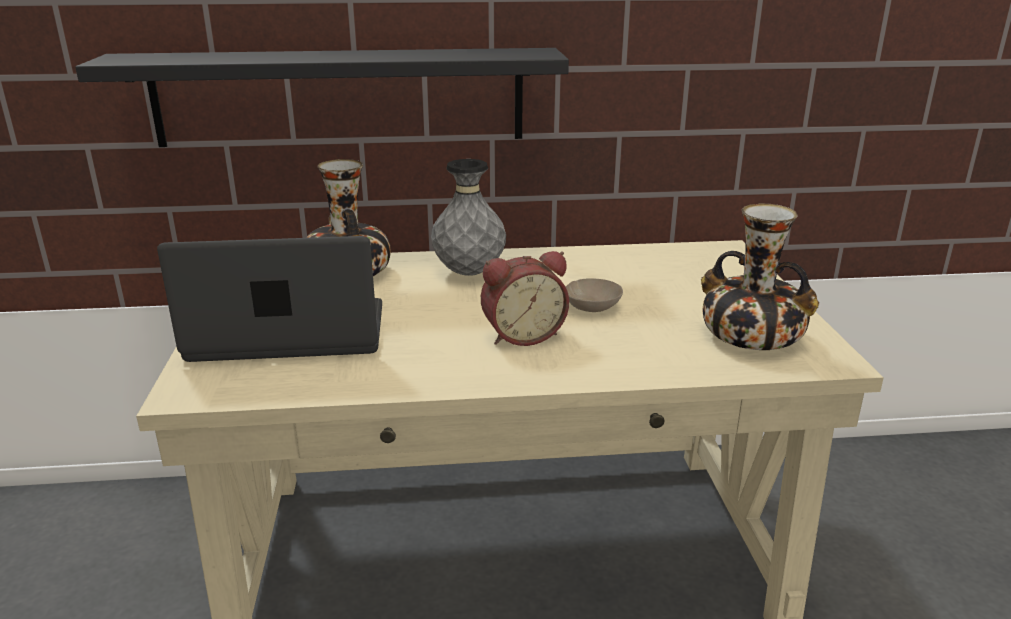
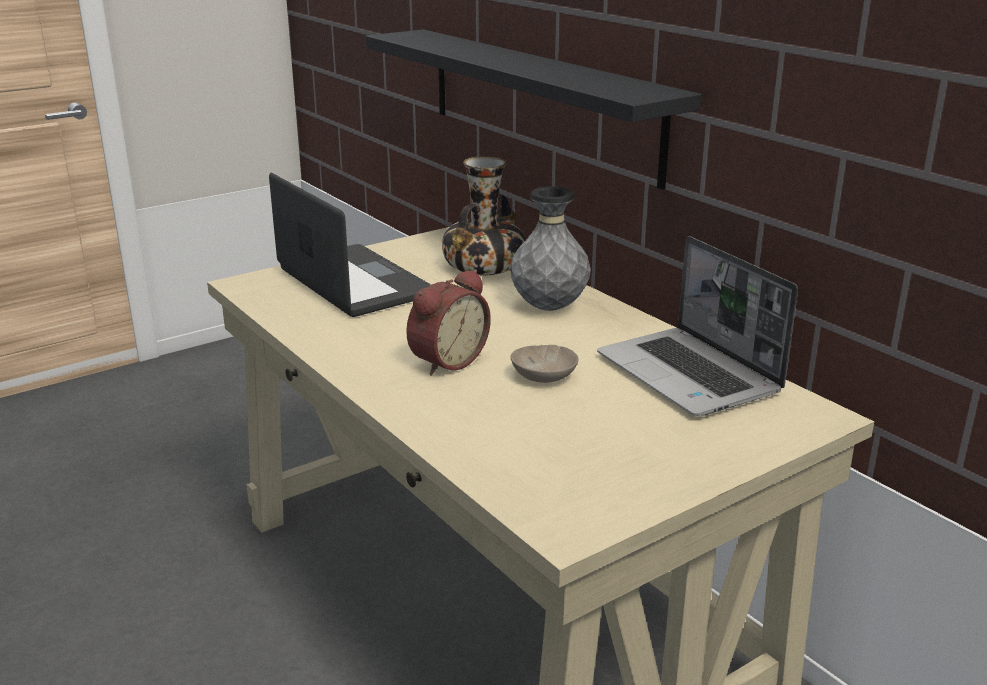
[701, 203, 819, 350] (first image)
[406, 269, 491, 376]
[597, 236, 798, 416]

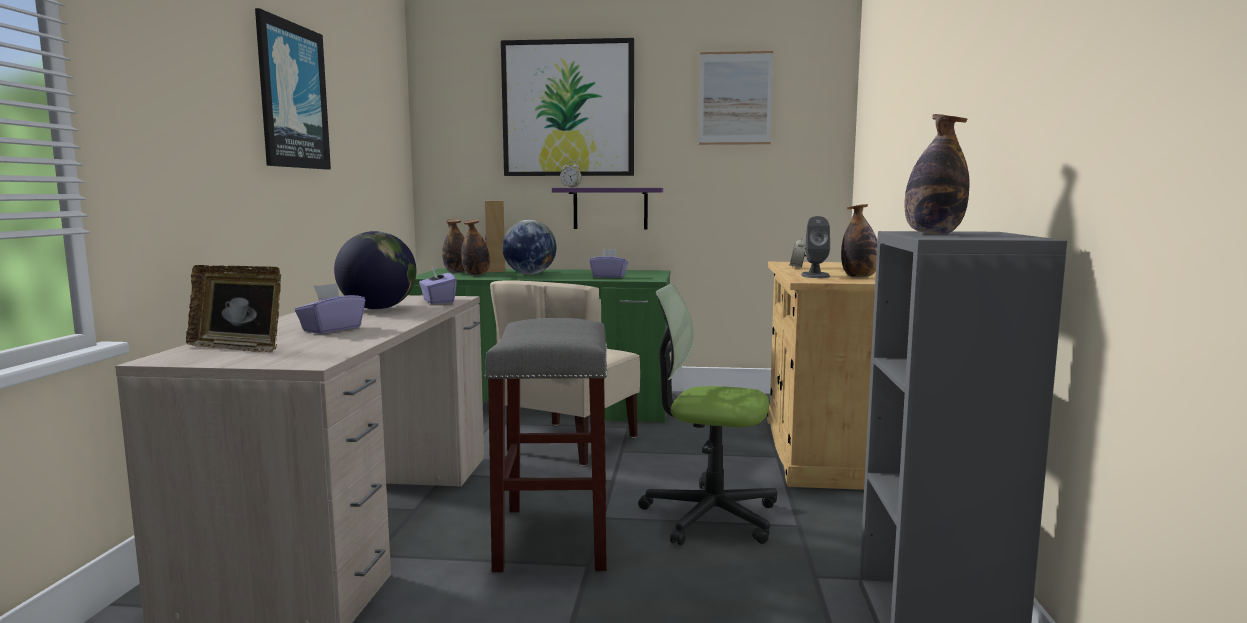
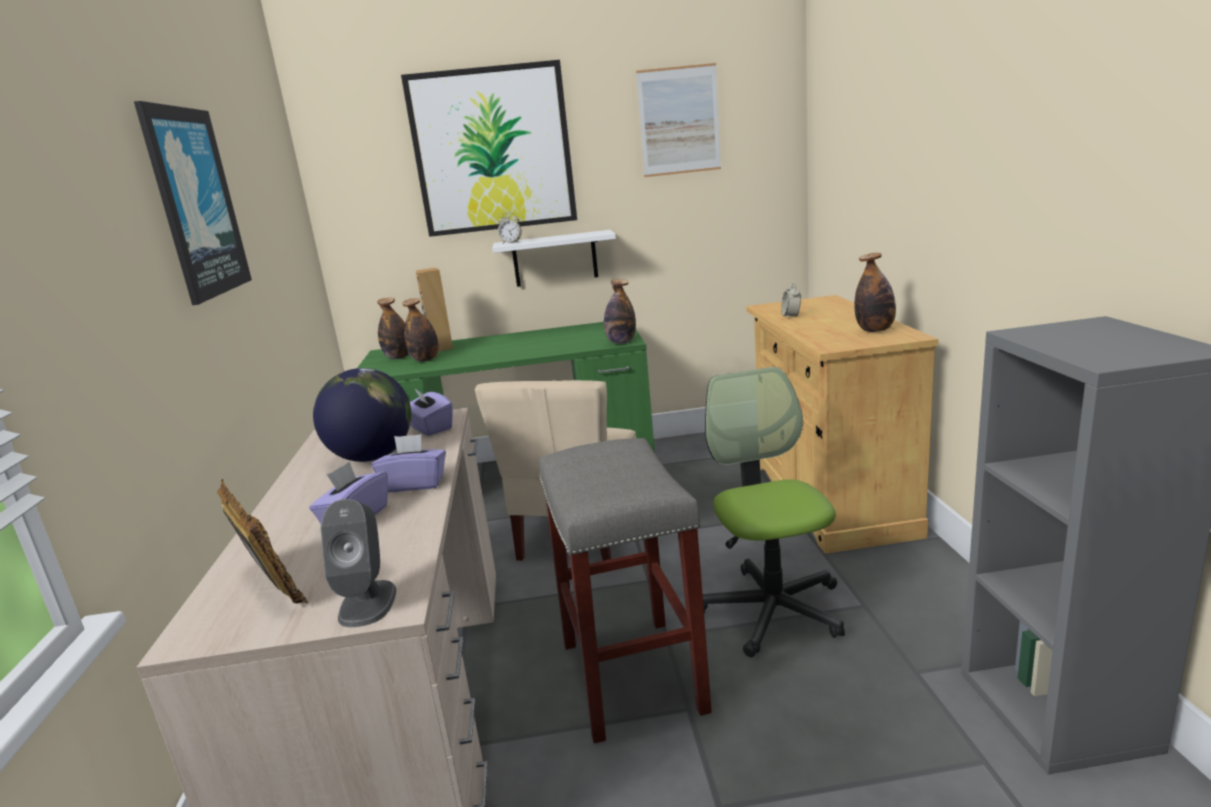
[604, 279, 636, 344]
[492, 230, 616, 287]
[321, 499, 396, 627]
[502, 220, 556, 275] (first image)
[372, 434, 446, 492]
[217, 479, 308, 604]
[703, 367, 845, 657]

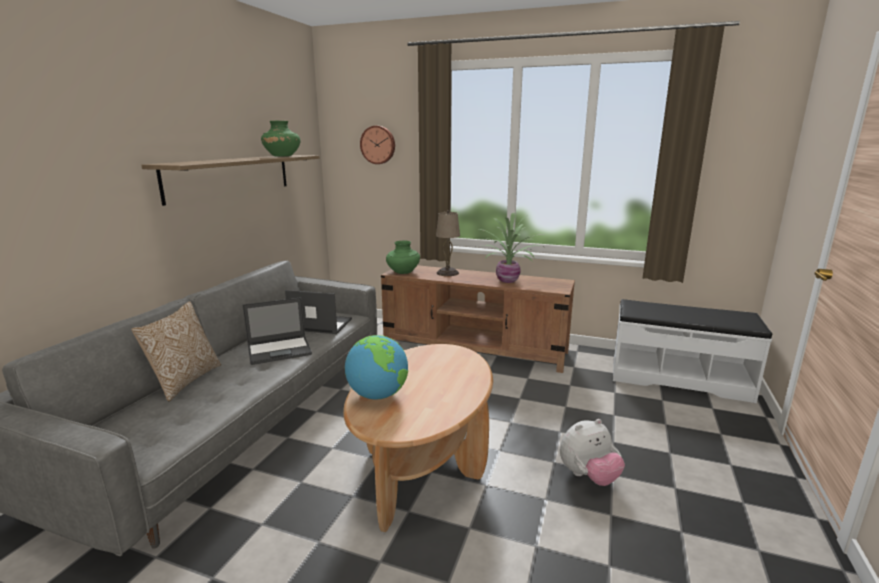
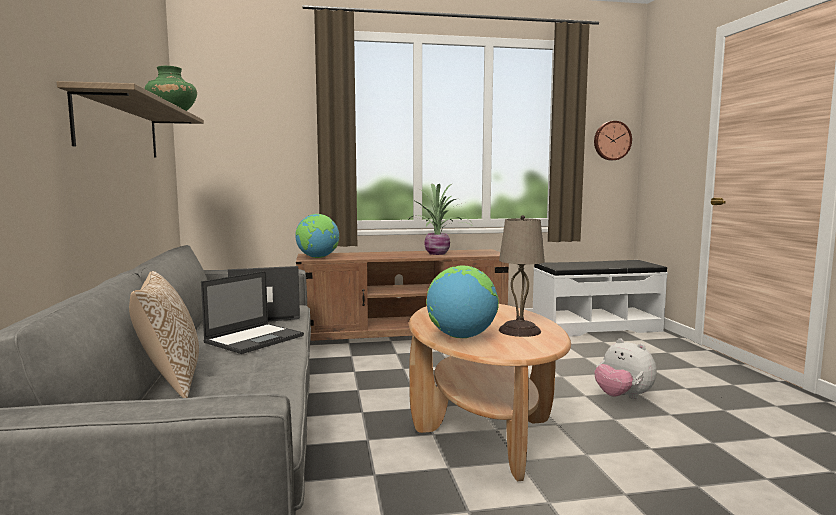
[594, 121, 632, 160]
[499, 215, 545, 337]
[295, 214, 339, 258]
[594, 338, 657, 399]

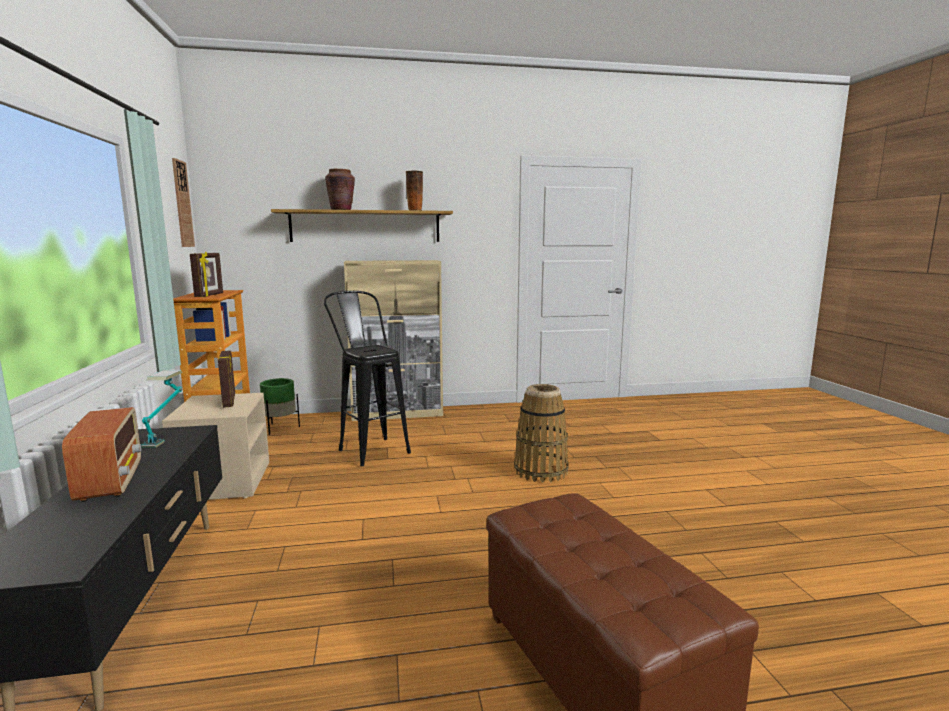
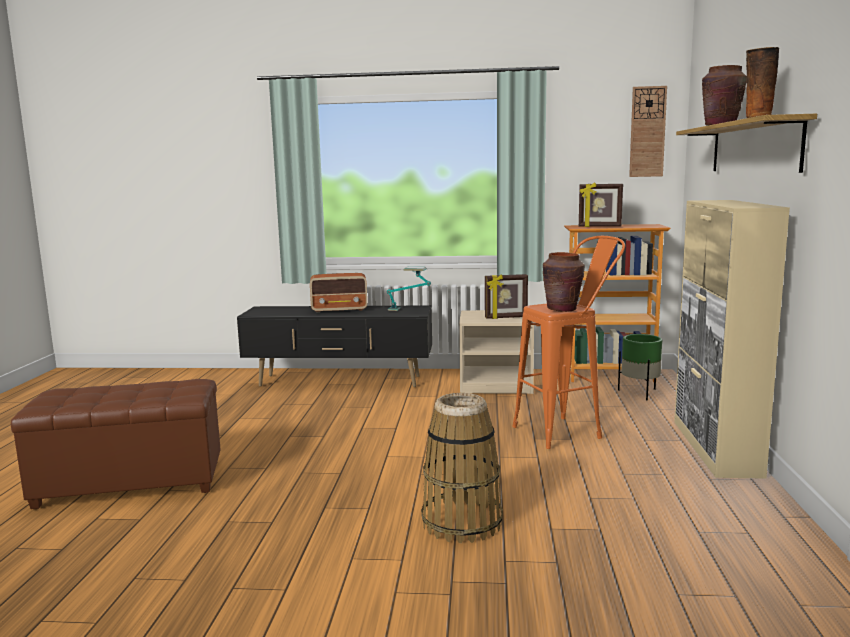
[512, 236, 625, 449]
[543, 252, 585, 312]

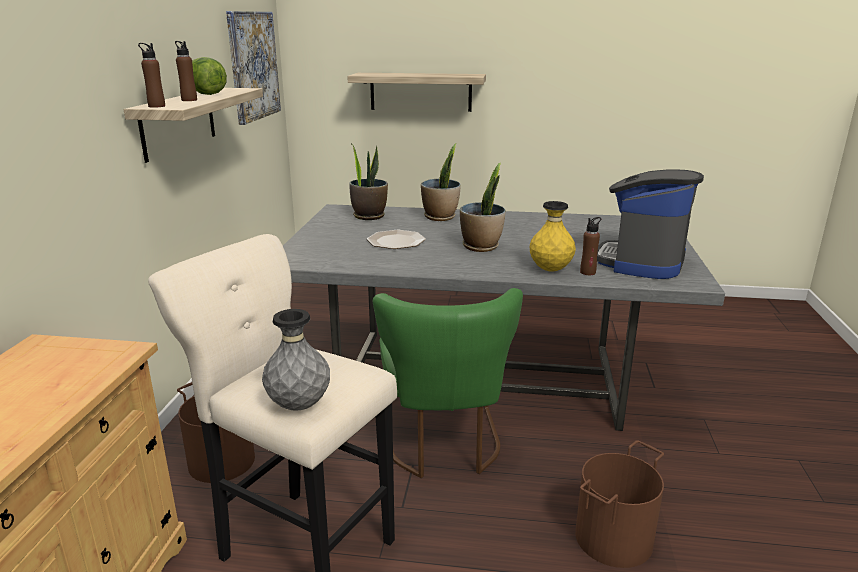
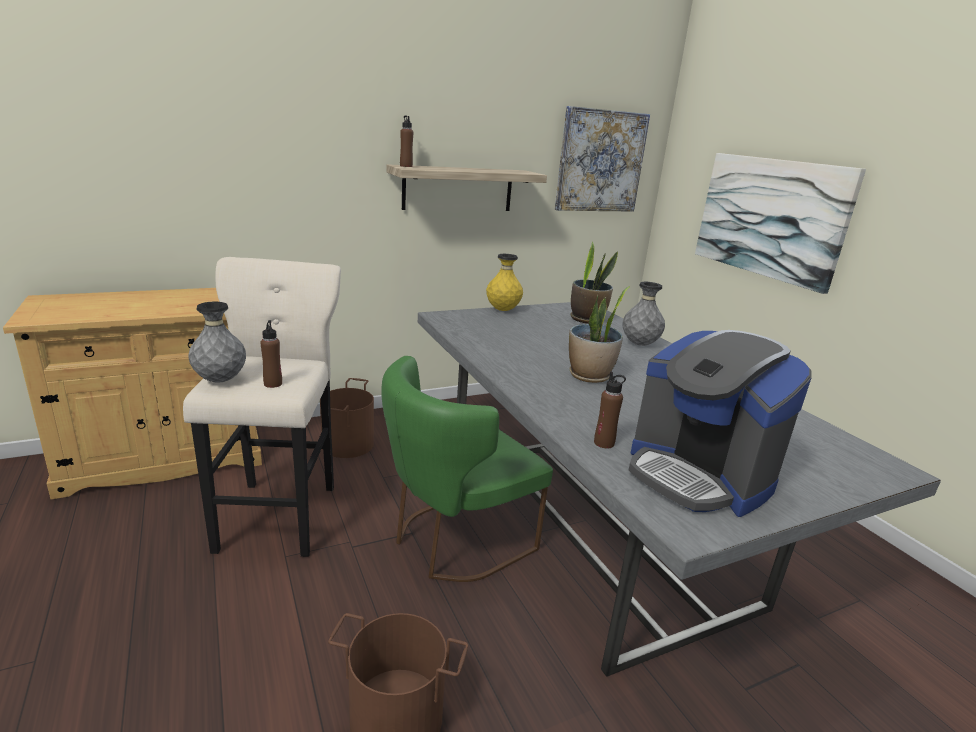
[260, 320, 282, 388]
[192, 57, 227, 95] (first image)
[695, 153, 866, 294]
[622, 282, 665, 346]
[629, 330, 812, 517]
[486, 254, 523, 311]
[367, 230, 426, 249] (first image)

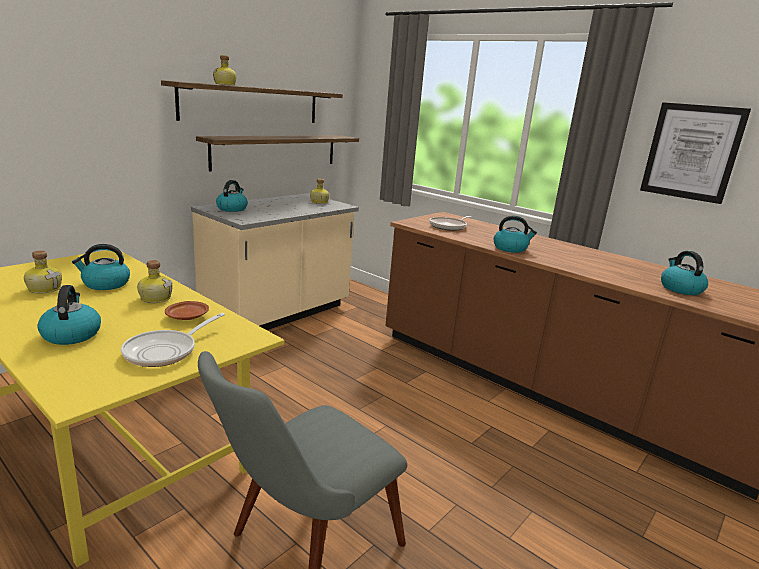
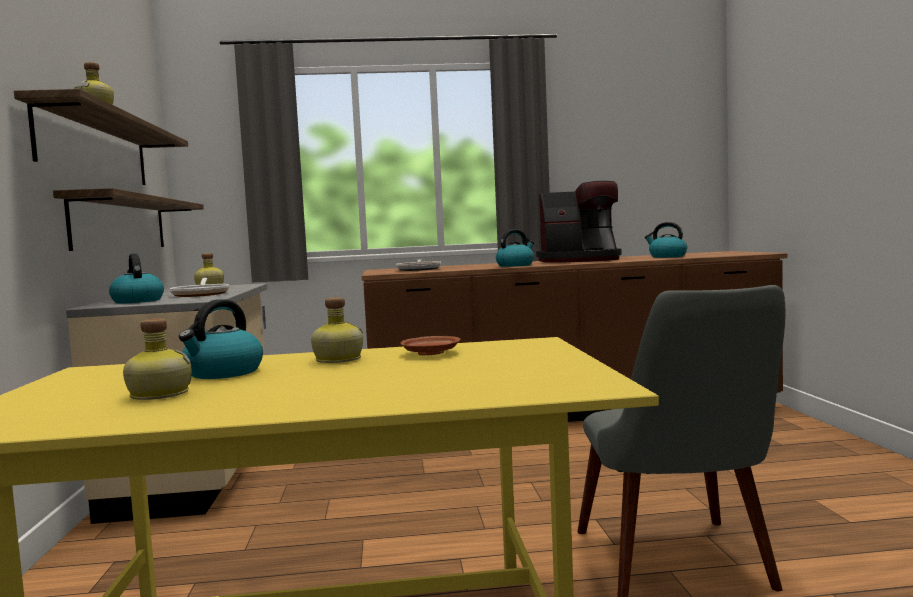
[640, 102, 751, 204] (first image)
[37, 285, 101, 345] (first image)
[170, 278, 229, 297]
[536, 181, 622, 263]

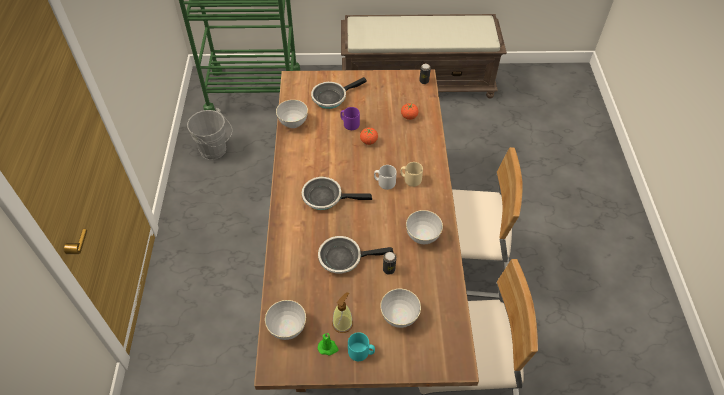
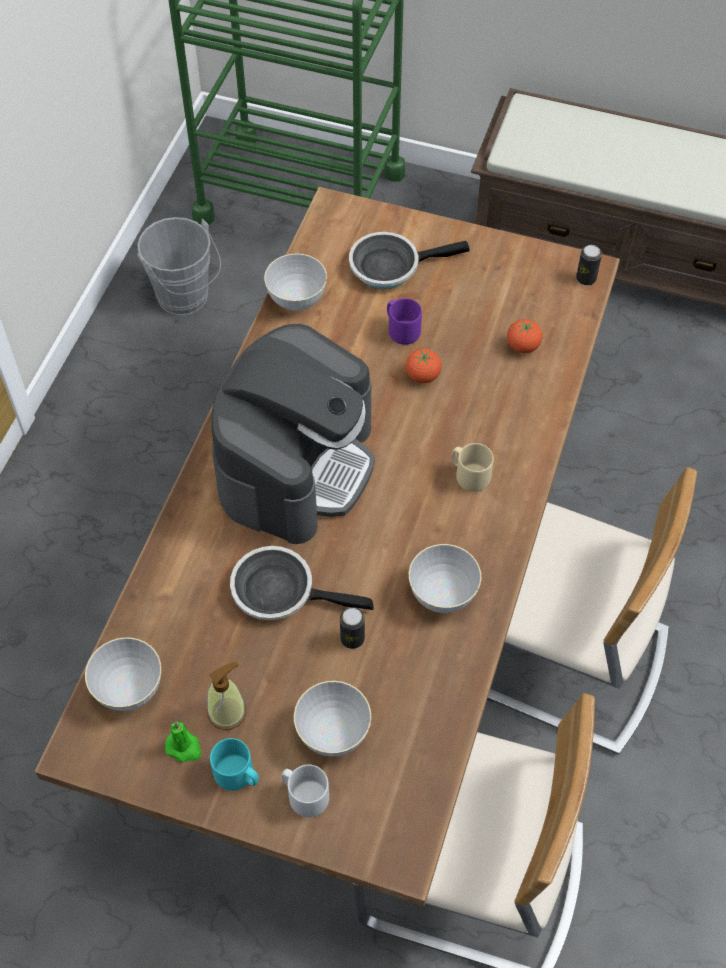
[282, 765, 329, 817]
[211, 324, 375, 544]

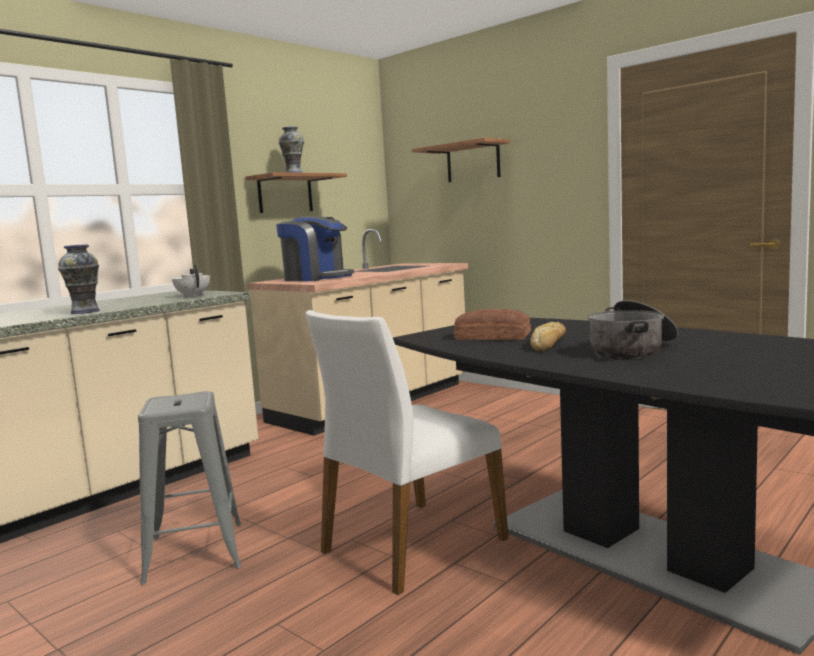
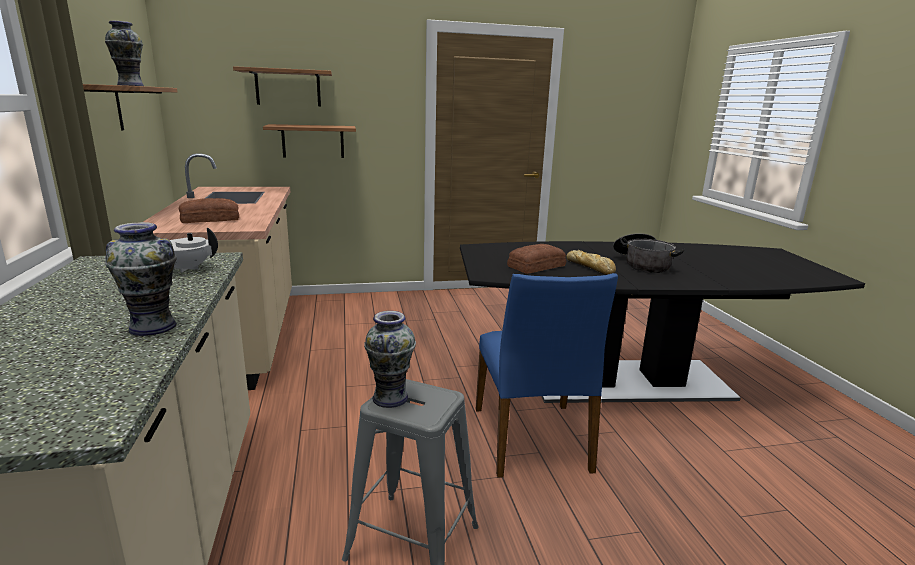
[179, 198, 239, 223]
[476, 273, 618, 478]
[263, 124, 356, 158]
[364, 311, 416, 408]

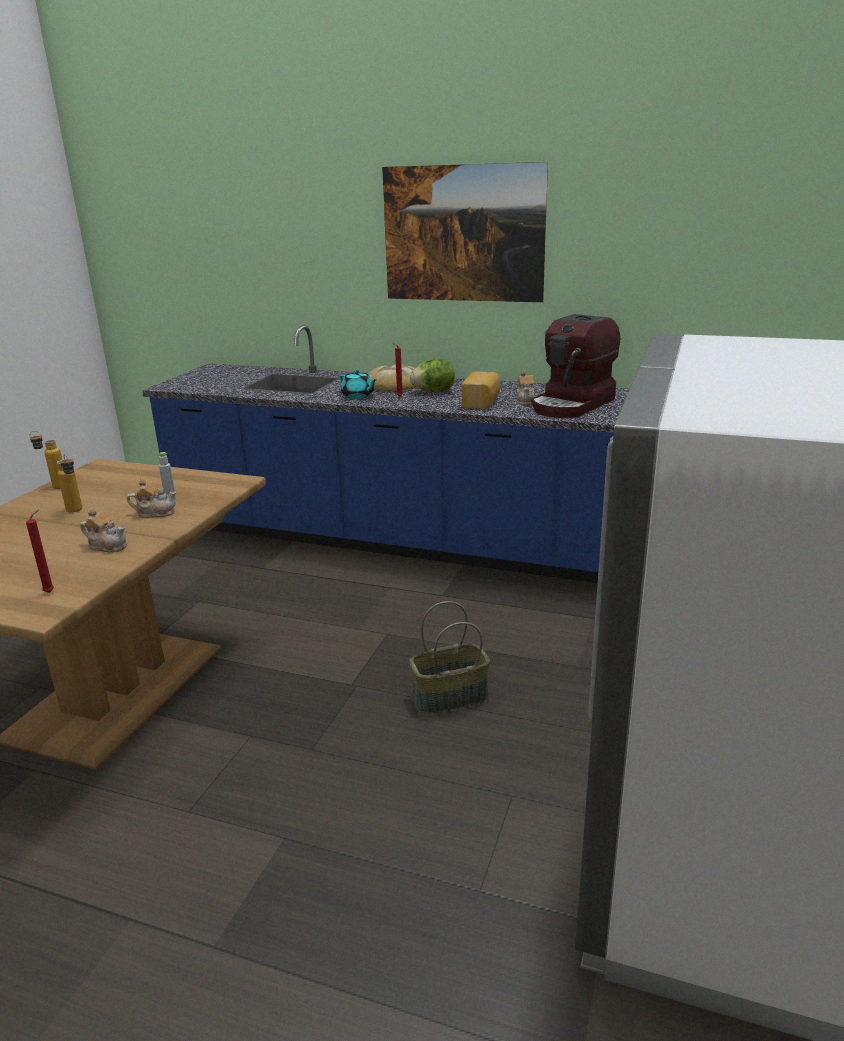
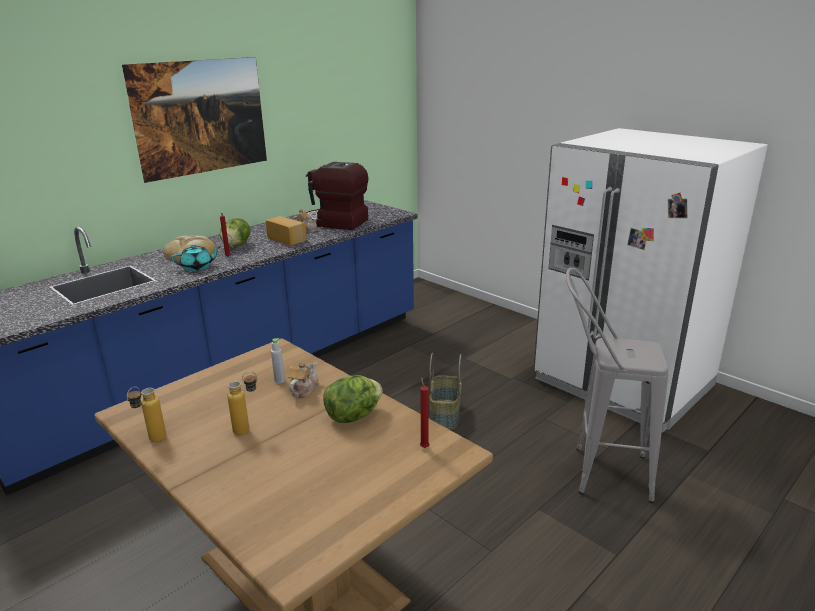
[306, 162, 368, 230]
[323, 375, 382, 423]
[566, 268, 668, 503]

